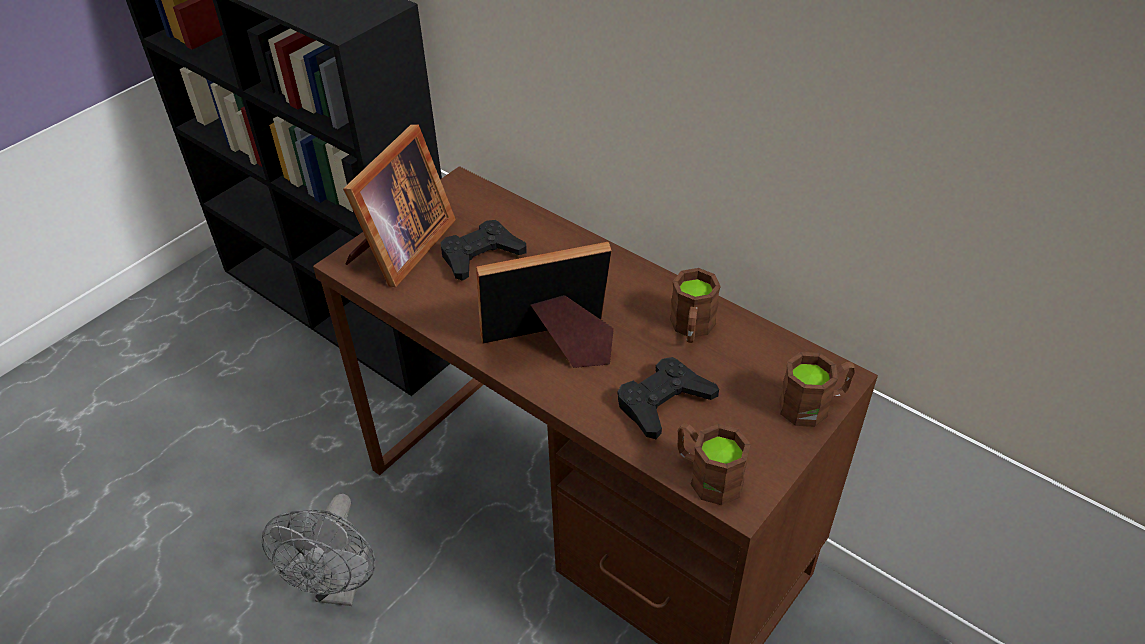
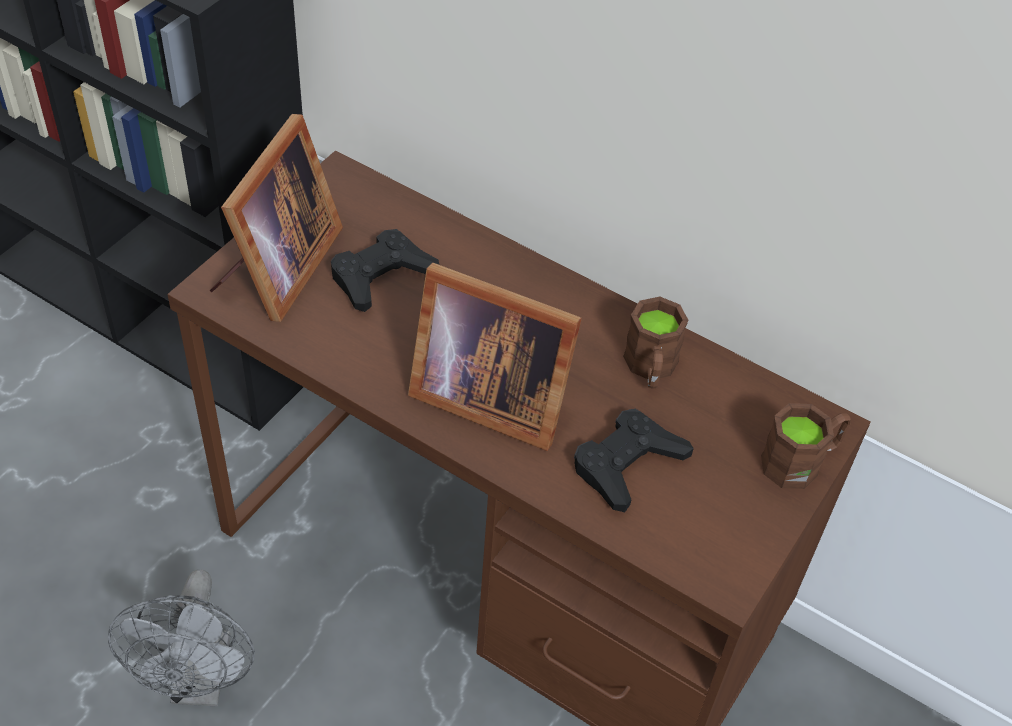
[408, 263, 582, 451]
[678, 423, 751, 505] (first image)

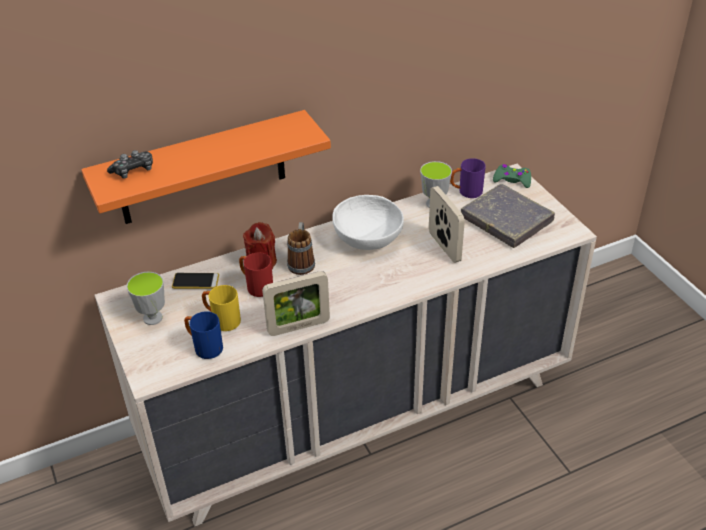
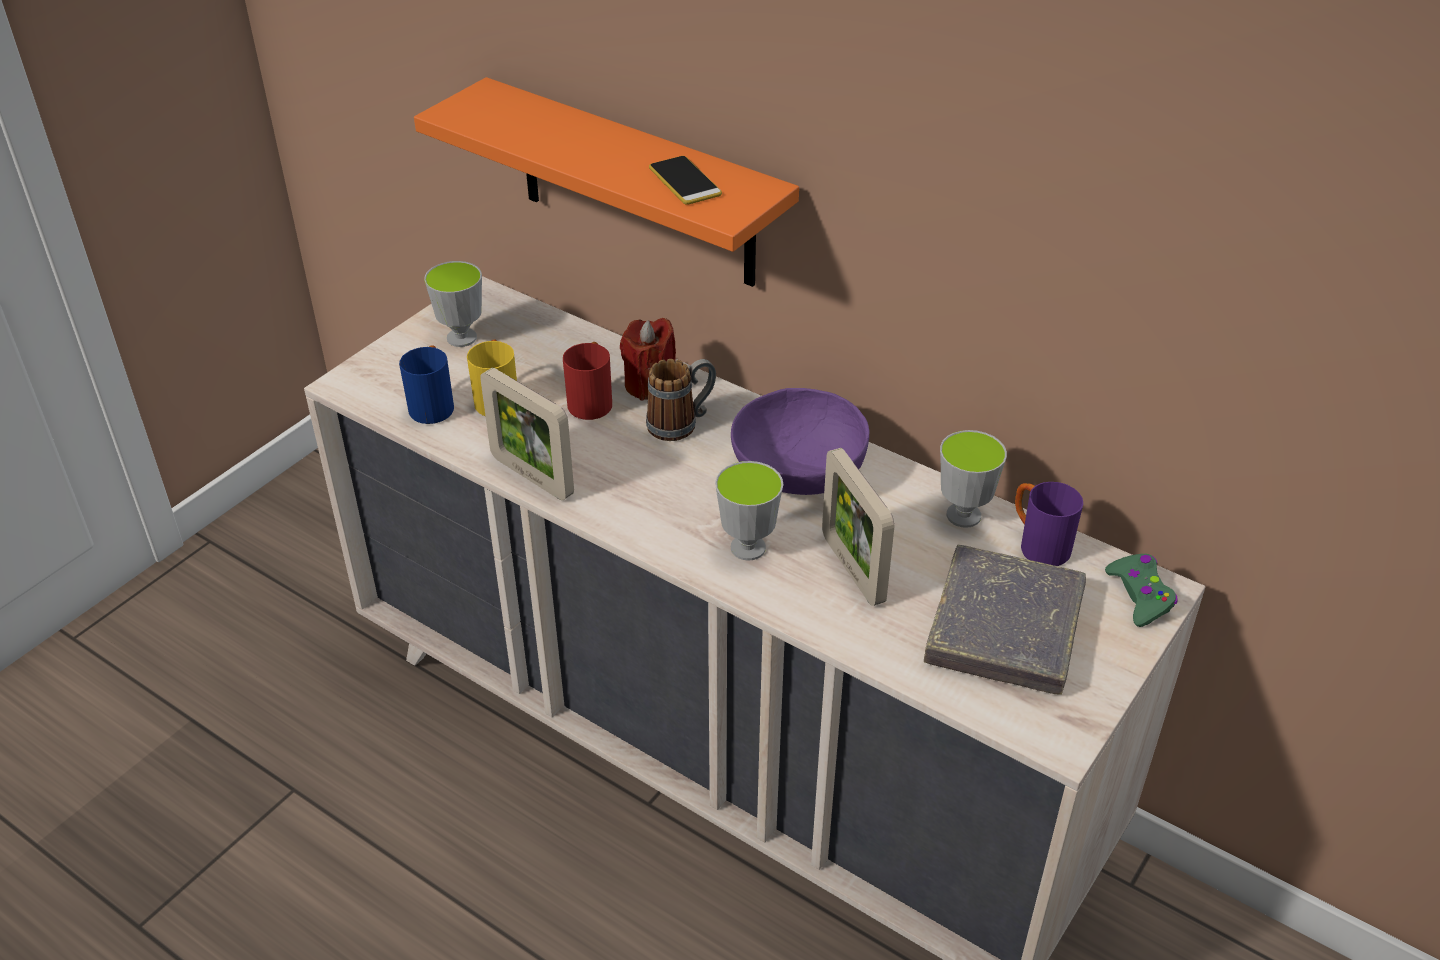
[107, 150, 153, 179] (first image)
[822, 448, 894, 606]
[731, 388, 869, 495]
[649, 156, 722, 205]
[715, 461, 783, 561]

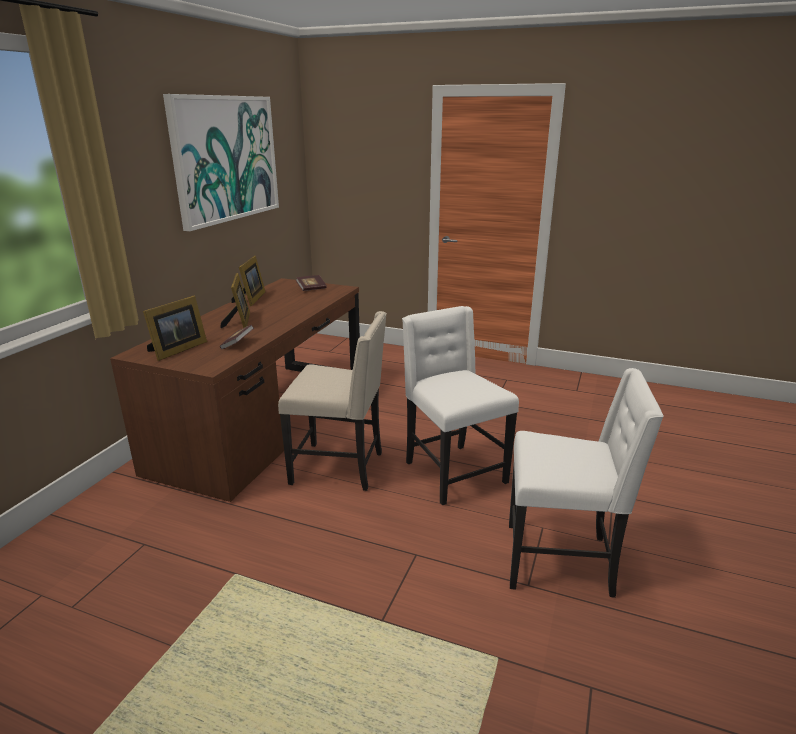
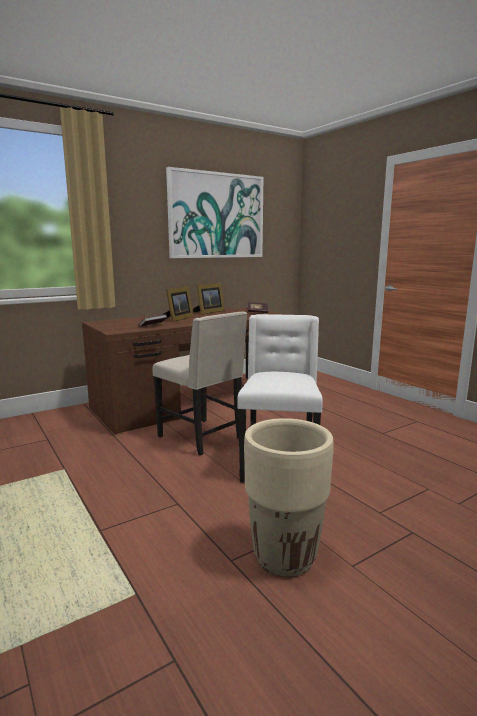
[143, 296, 207, 361] (first image)
[244, 418, 334, 577]

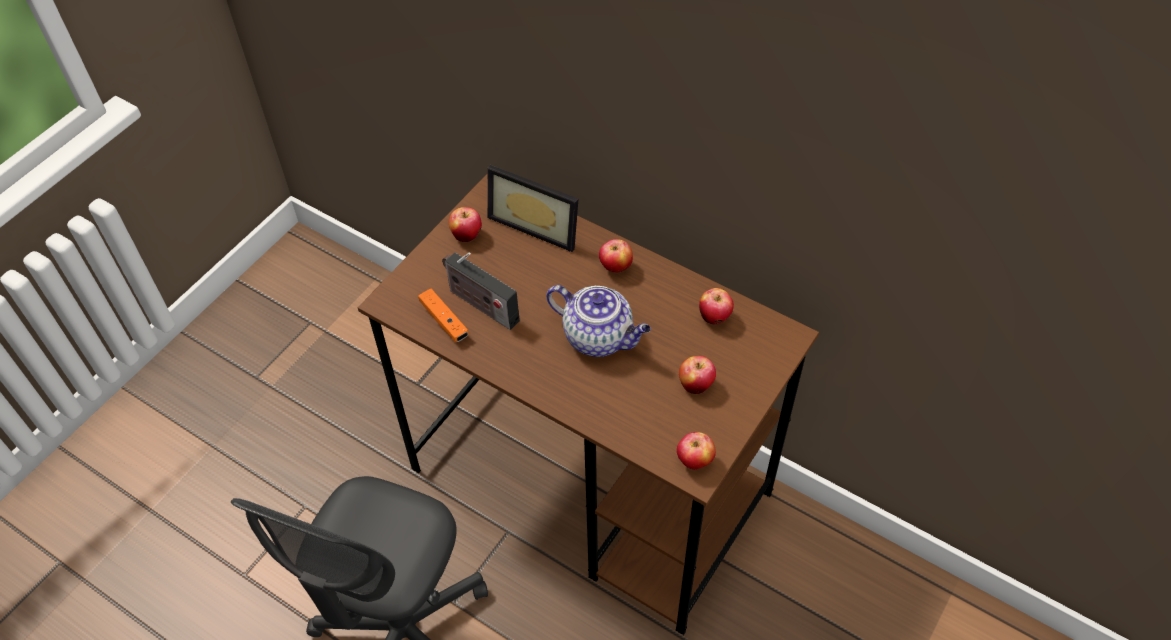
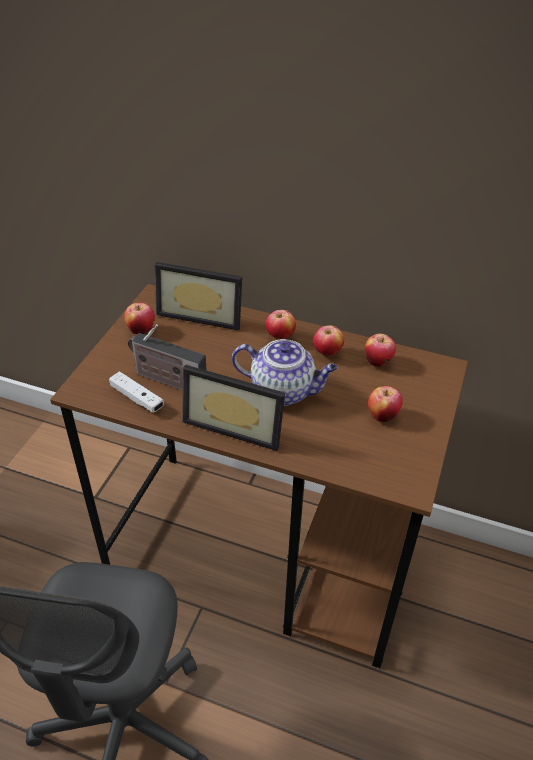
[109, 371, 164, 413]
[313, 325, 344, 356]
[182, 365, 285, 451]

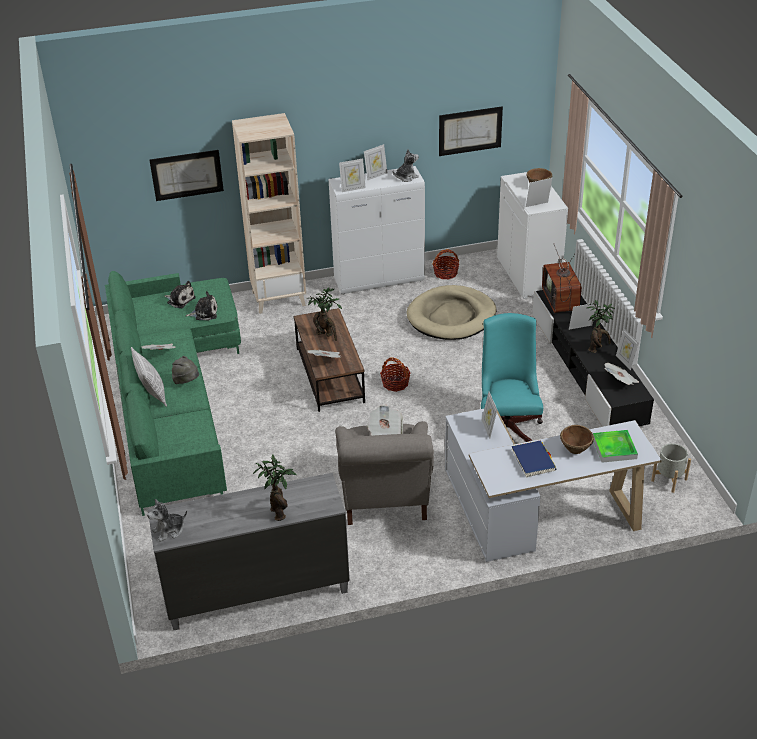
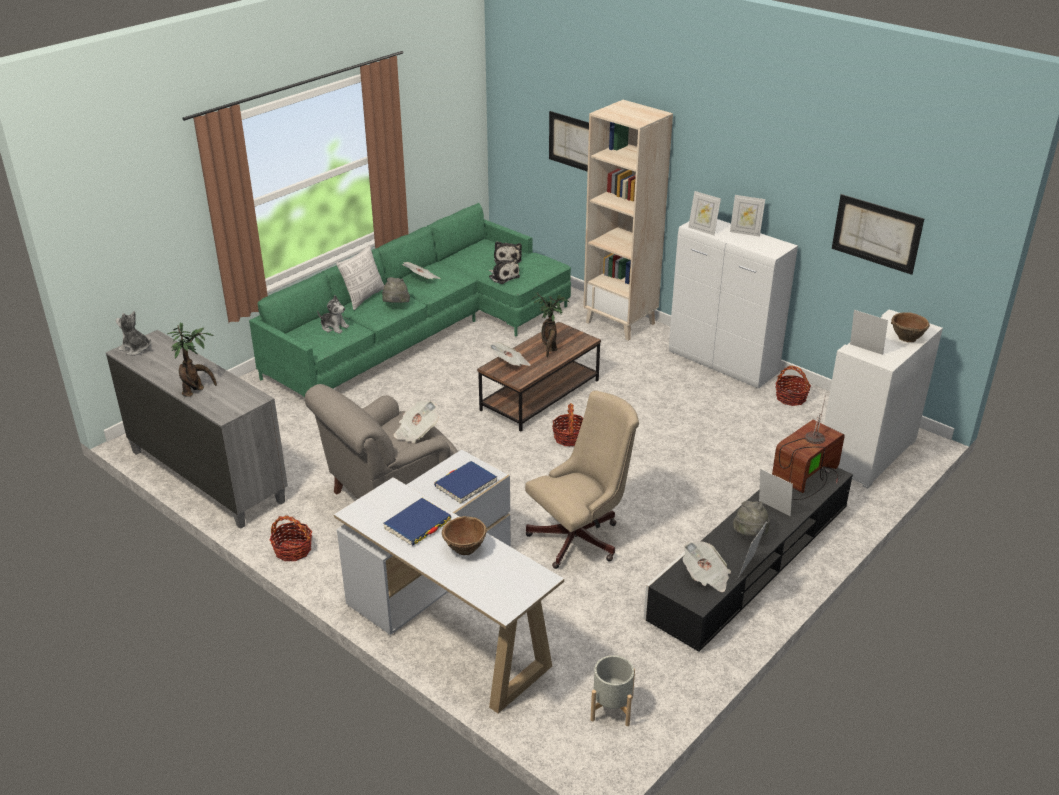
[317, 295, 349, 334]
[407, 285, 496, 340] (first image)
[733, 501, 770, 536]
[525, 391, 639, 569]
[434, 461, 497, 504]
[593, 430, 638, 463] (first image)
[269, 515, 312, 561]

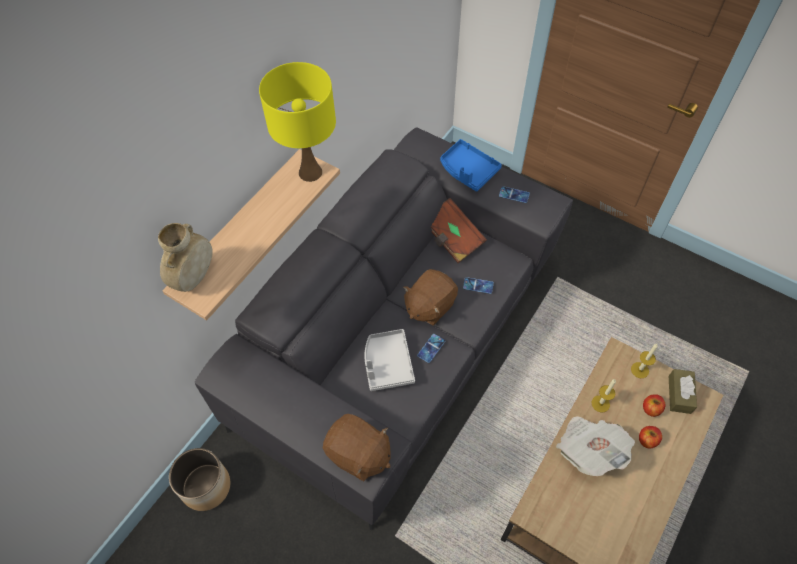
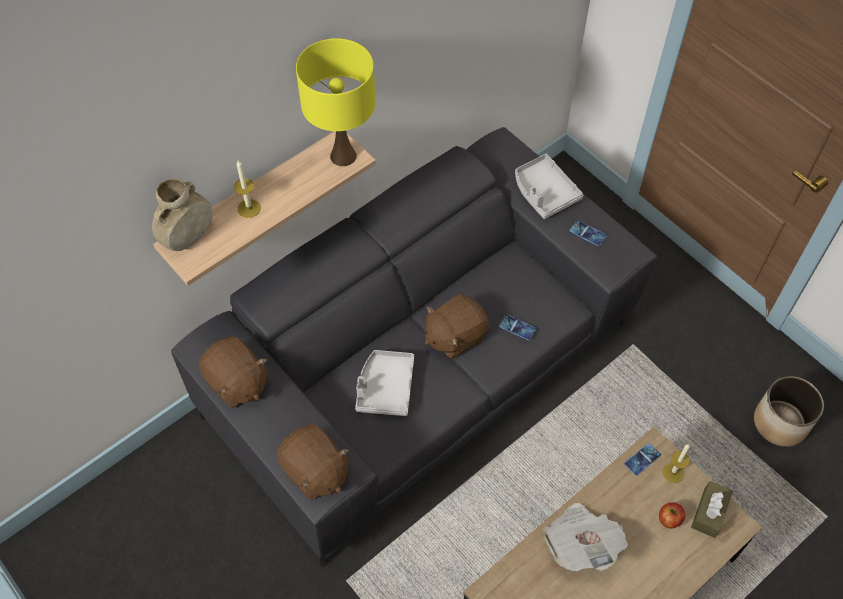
[515, 154, 583, 219]
[431, 198, 487, 263] (first image)
[624, 443, 661, 476]
[234, 160, 261, 218]
[639, 426, 662, 448] (first image)
[754, 376, 824, 447]
[199, 336, 267, 408]

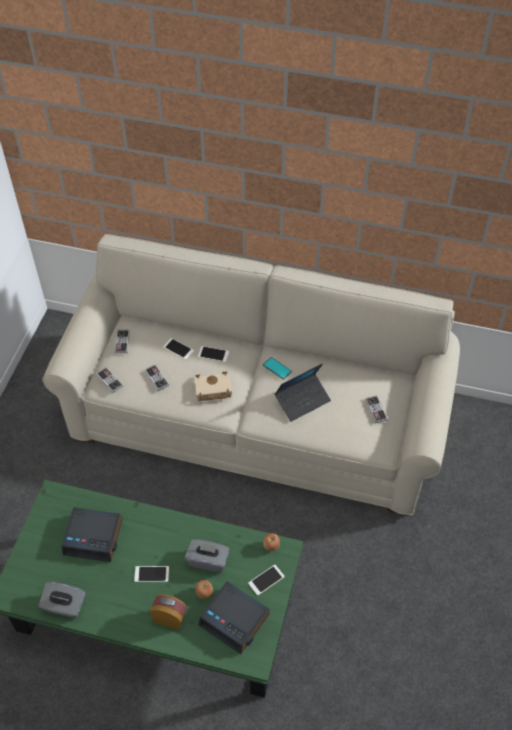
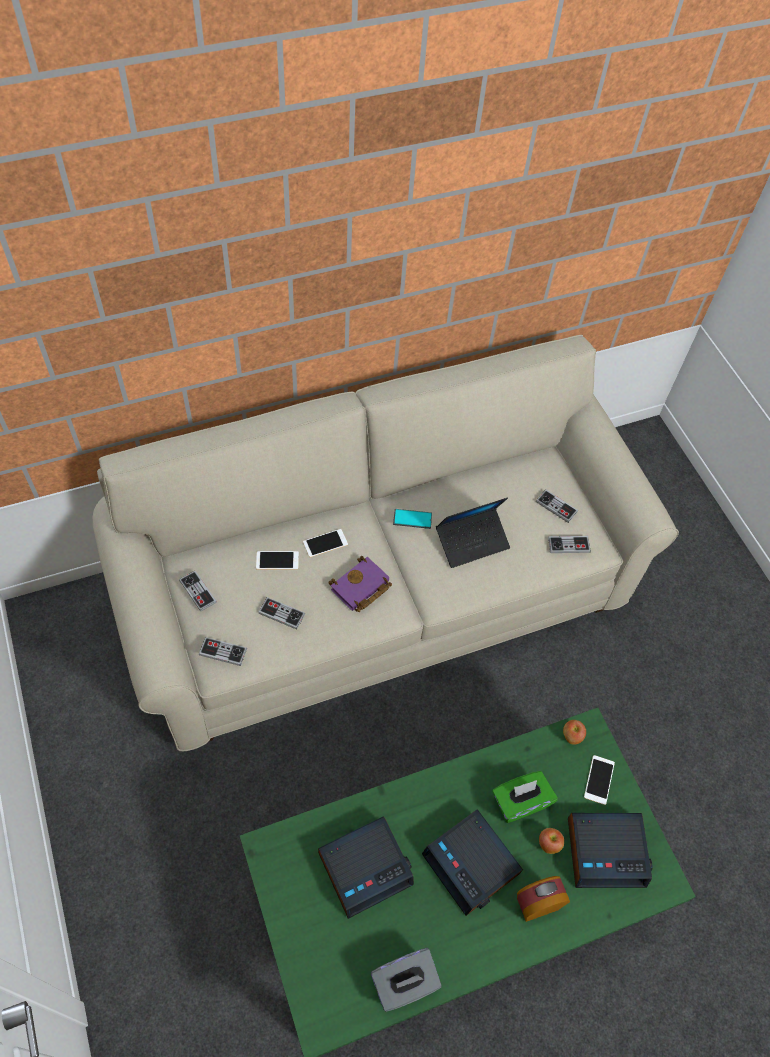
[436, 497, 510, 568]
[329, 556, 392, 612]
[492, 771, 558, 823]
[422, 809, 523, 916]
[548, 536, 591, 553]

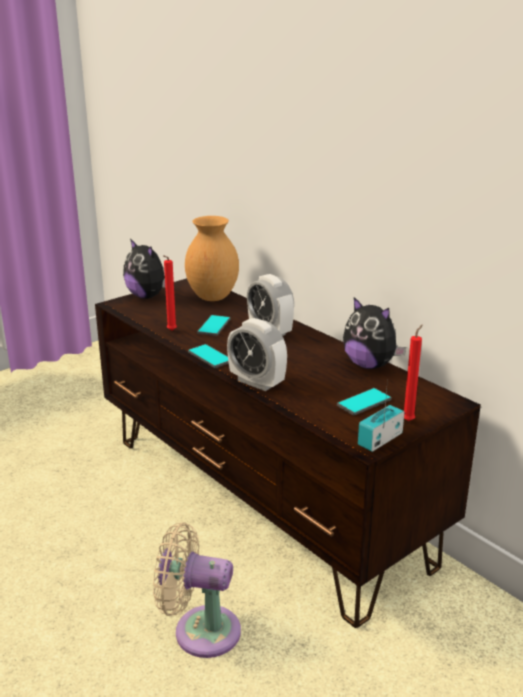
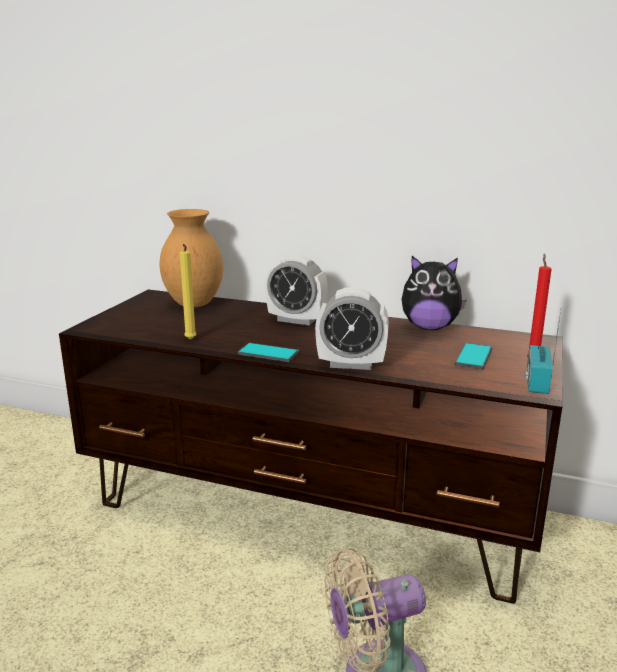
[123, 238, 165, 299] (first image)
[180, 244, 197, 340]
[197, 315, 230, 336] (first image)

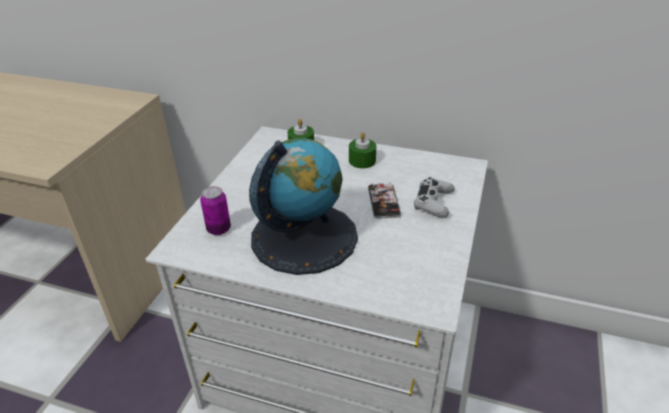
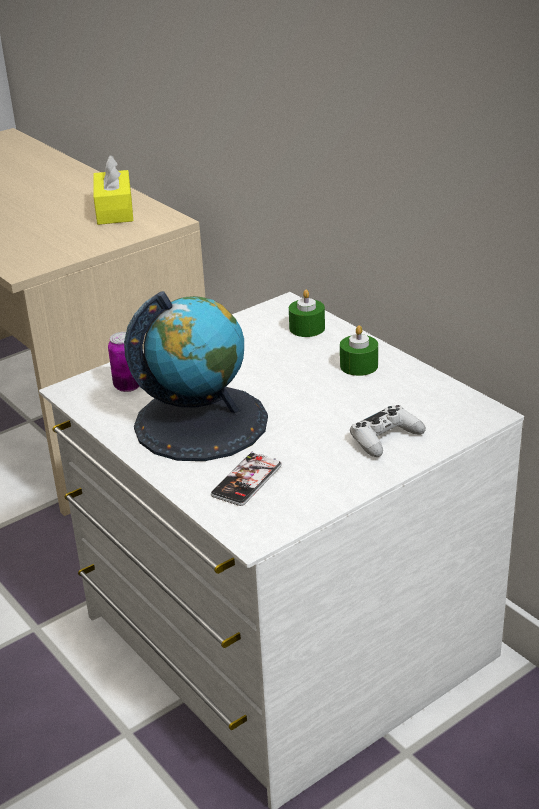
[211, 451, 282, 506]
[93, 155, 133, 225]

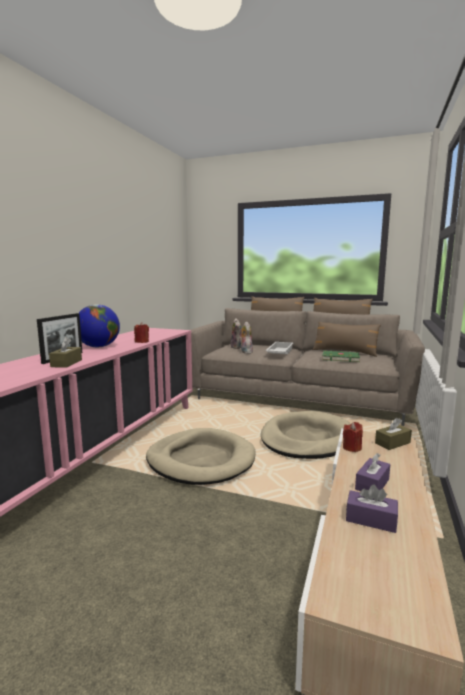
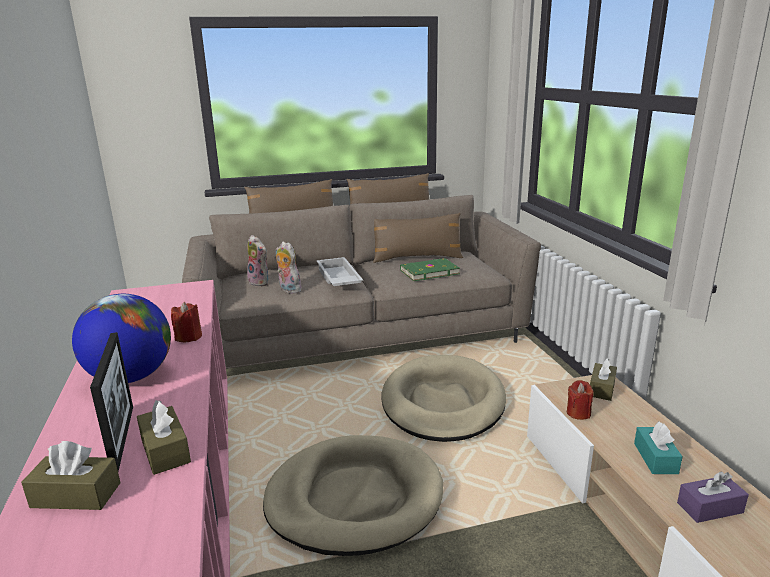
[634, 421, 683, 474]
[21, 441, 121, 510]

